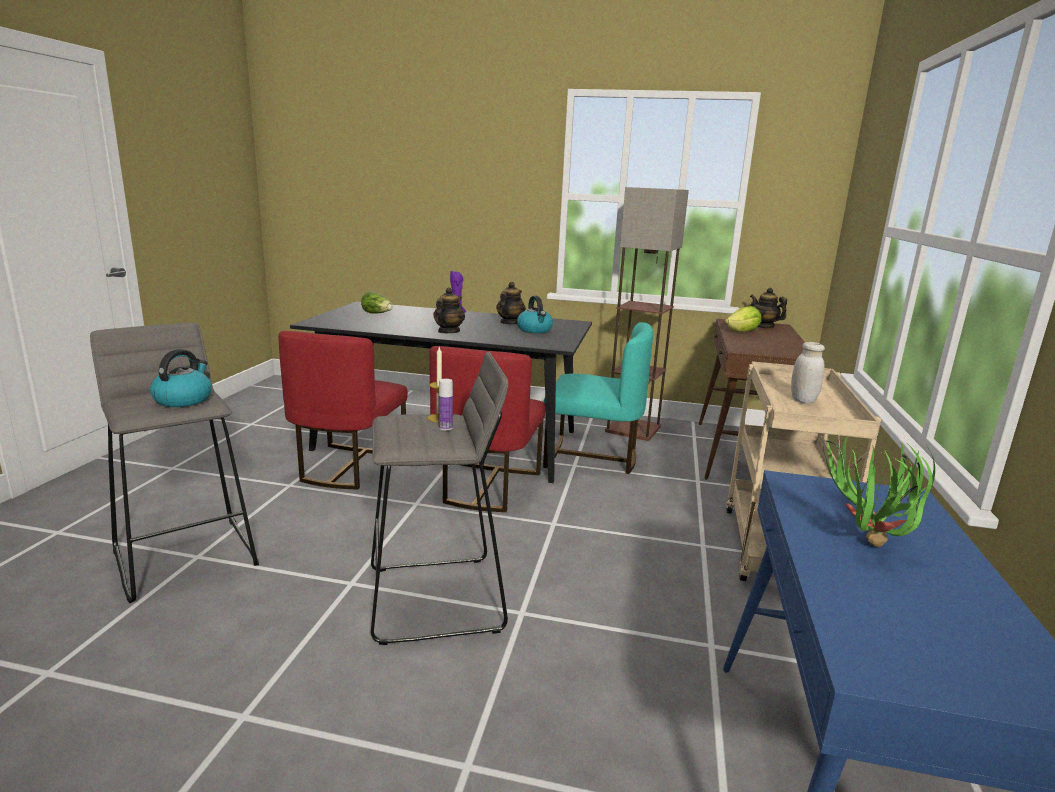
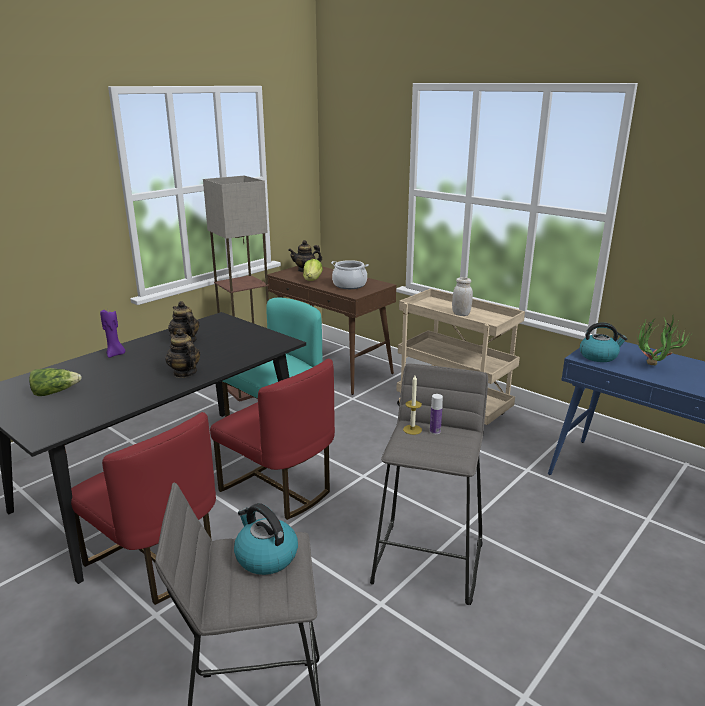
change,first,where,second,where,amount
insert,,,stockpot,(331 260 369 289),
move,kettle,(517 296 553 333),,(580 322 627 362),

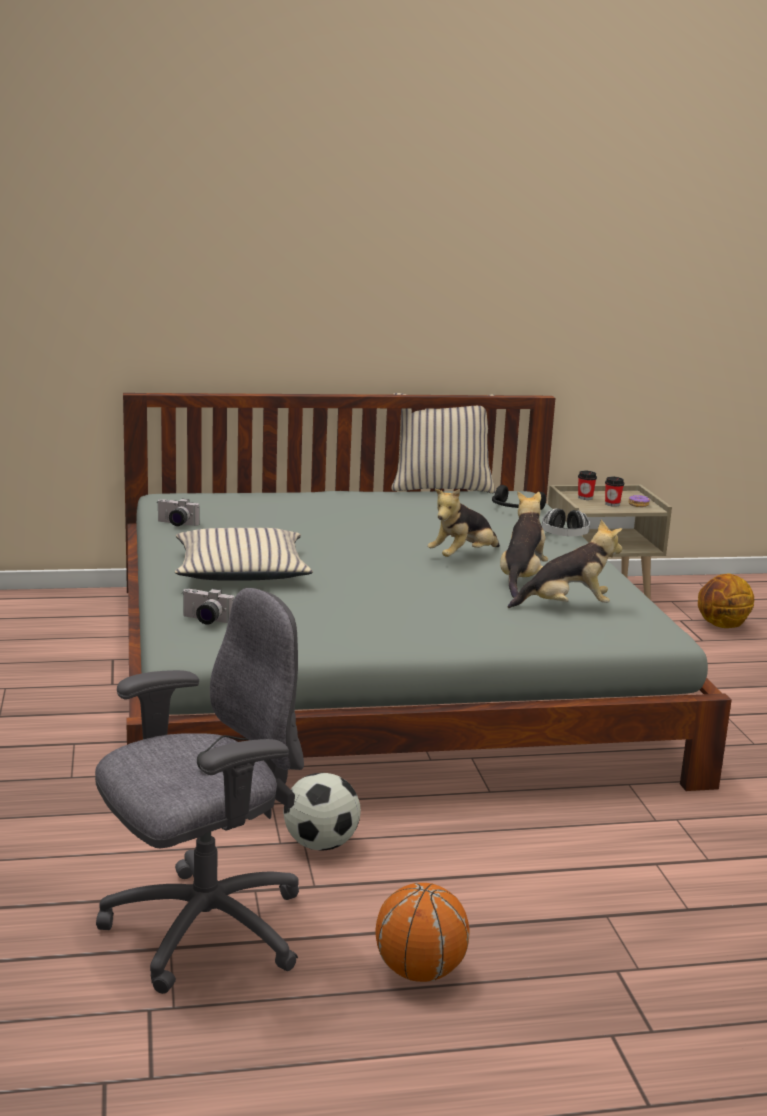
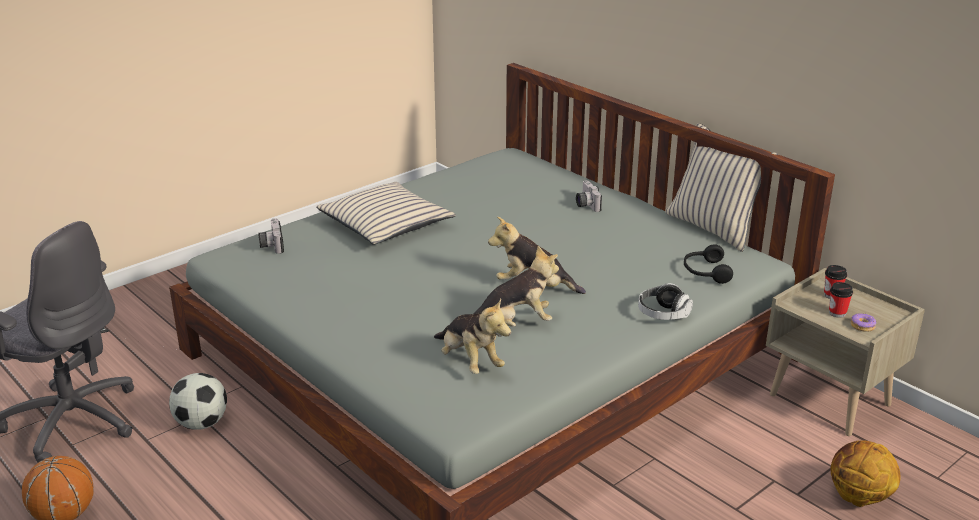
change,first,where,second,where,amount
move,photo camera,(158 499 200 526),,(576 180 602 212),

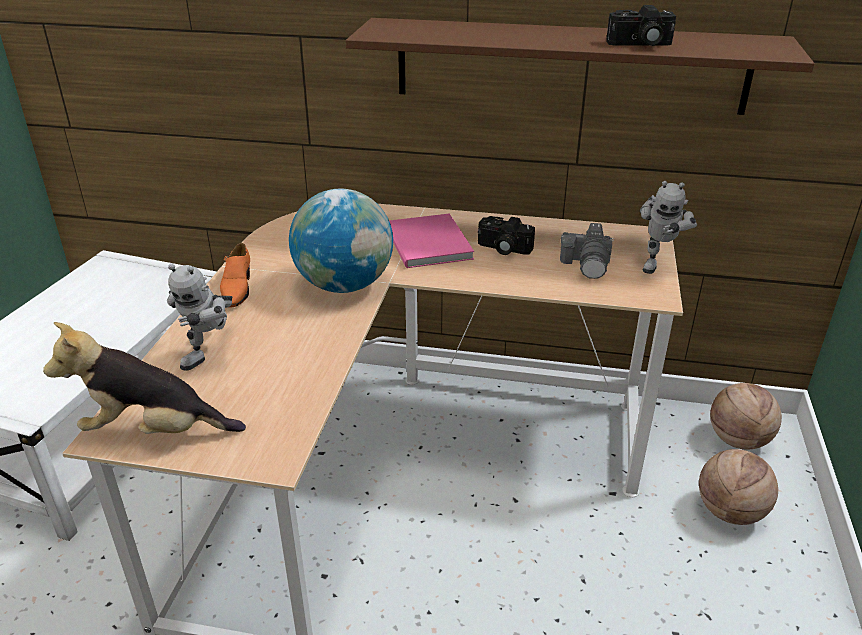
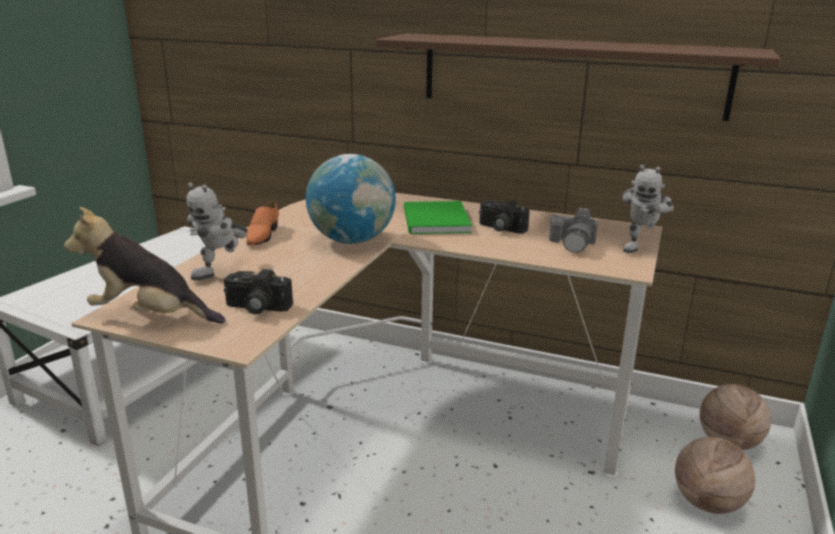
change,first,where,second,where,amount
move,photo camera,(606 5 676 46),,(224 269 293 314),
recolor,bound book in pink-coloured,(389 213 474 268),bound book in greenish,(404 201 472 234),

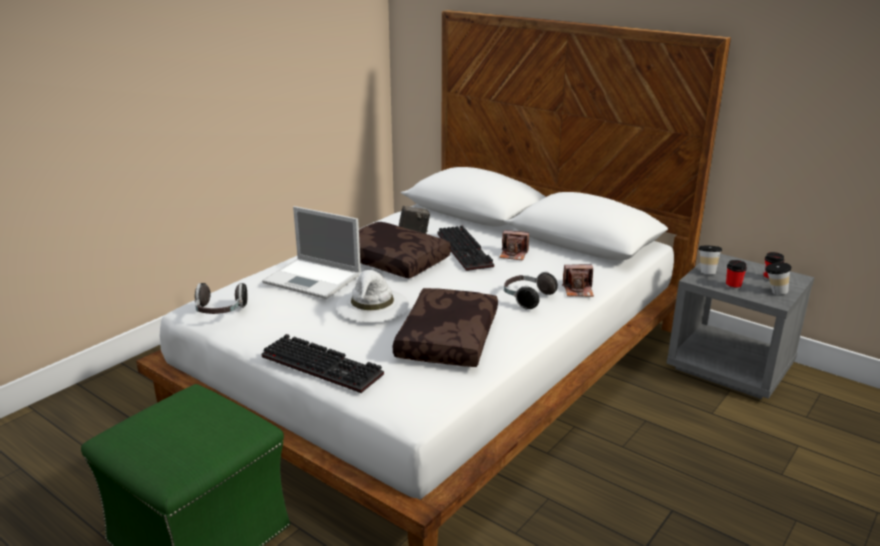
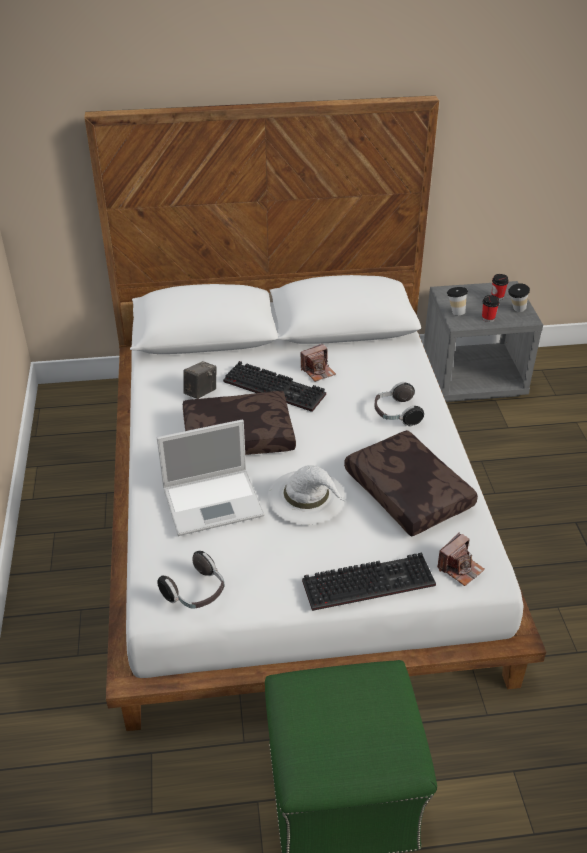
change,first,where,second,where,amount
move,photo camera,(562 264 594 297),,(437 532 485 586),

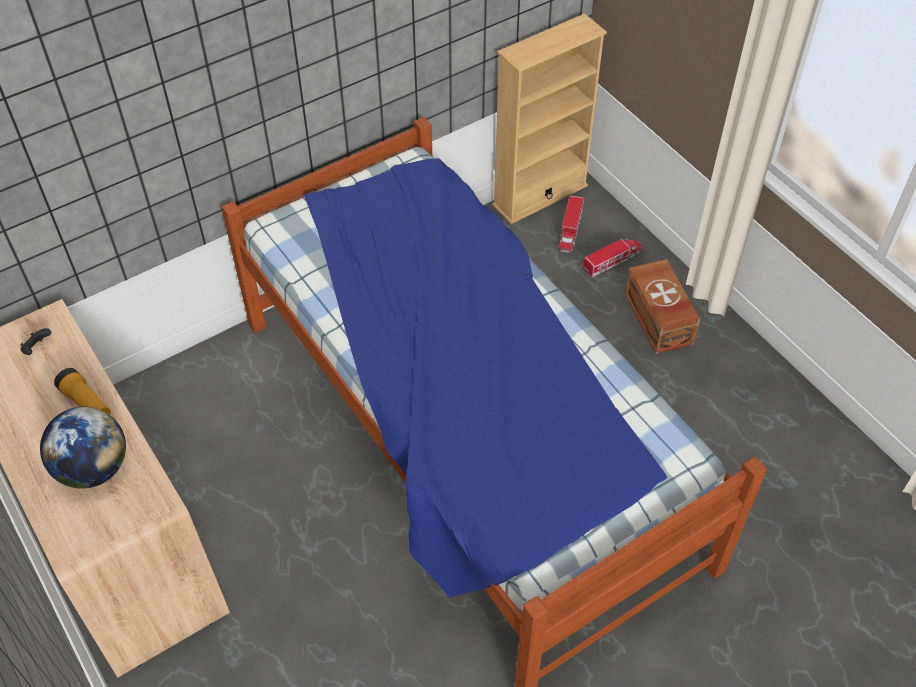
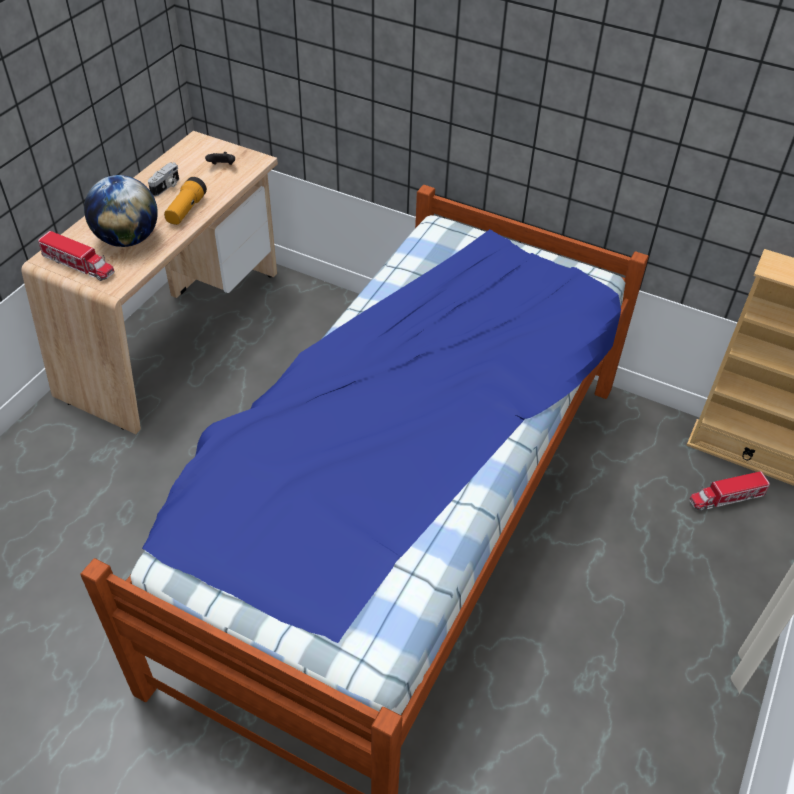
change,first,where,second,where,amount
move,toy truck,(582 238 642 278),,(38 231 114 281),
insert,,,photo camera,(148 162 179 197),
delete,storage container in brownish,(625 259 700 354),,,

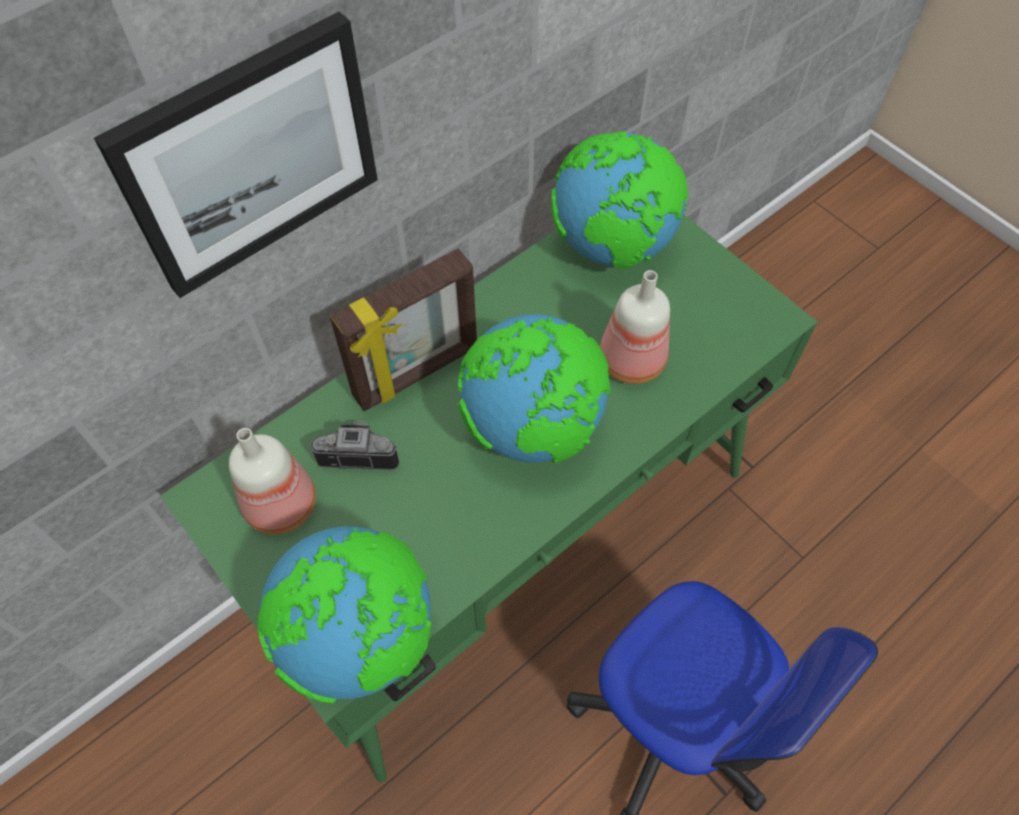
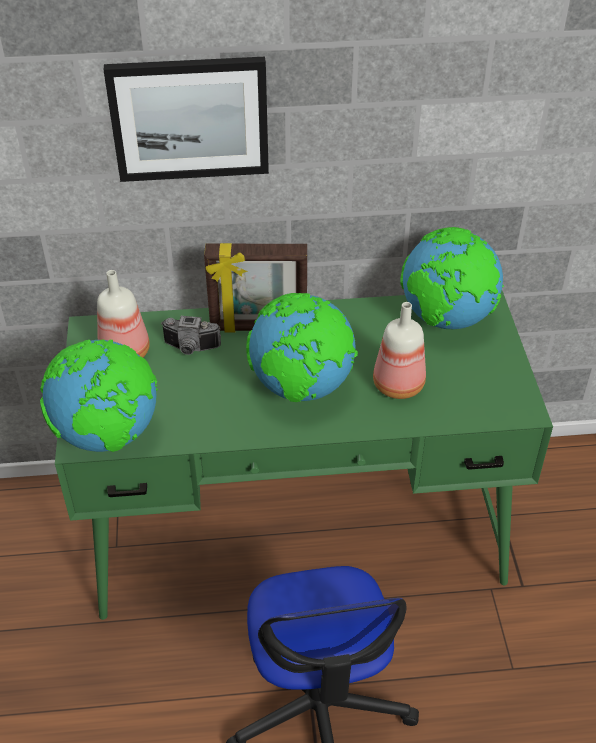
change,first,where,second,where,amount
rotate,photo camera,(309 421 399 470),,(161 316 221 355),150 degrees clockwise

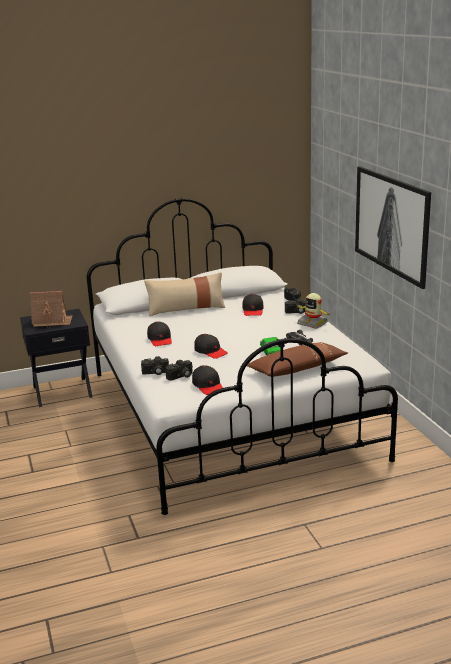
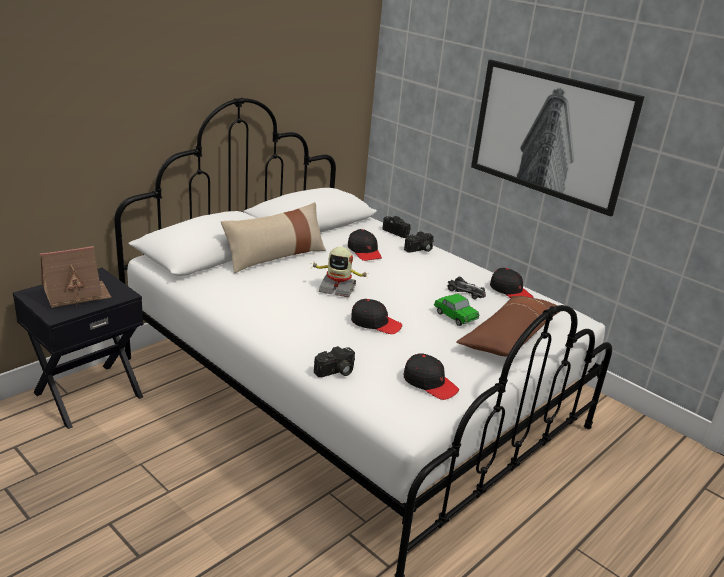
change,first,where,second,where,amount
move,toy robot,(296 293 330 329),,(311 247 368 297),
move,peaked cap in black-coloured,(147 322 172 346),,(490 268 533 298),
delete,photo camera,(165 360 193 381),,,

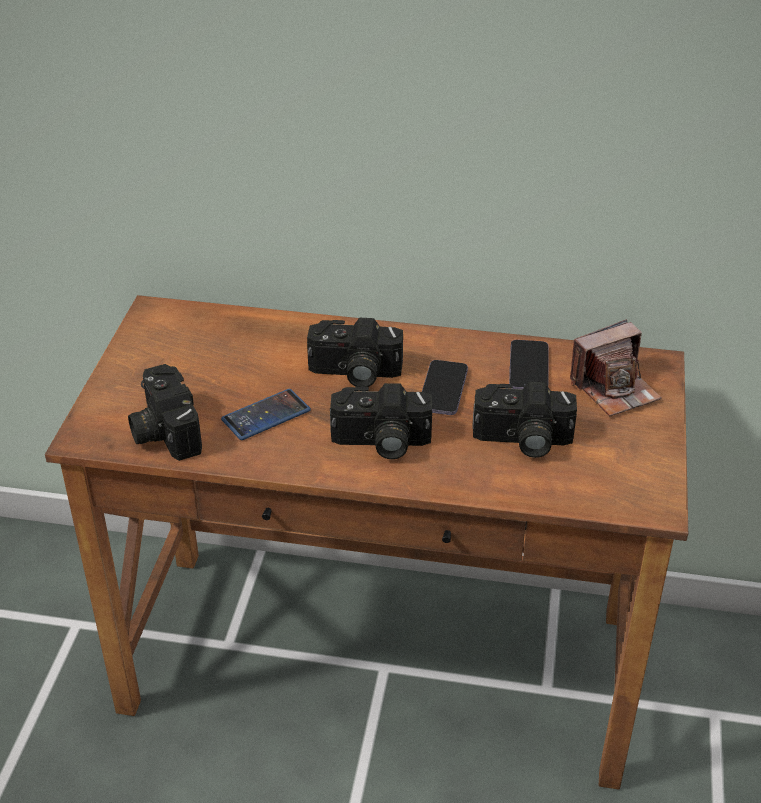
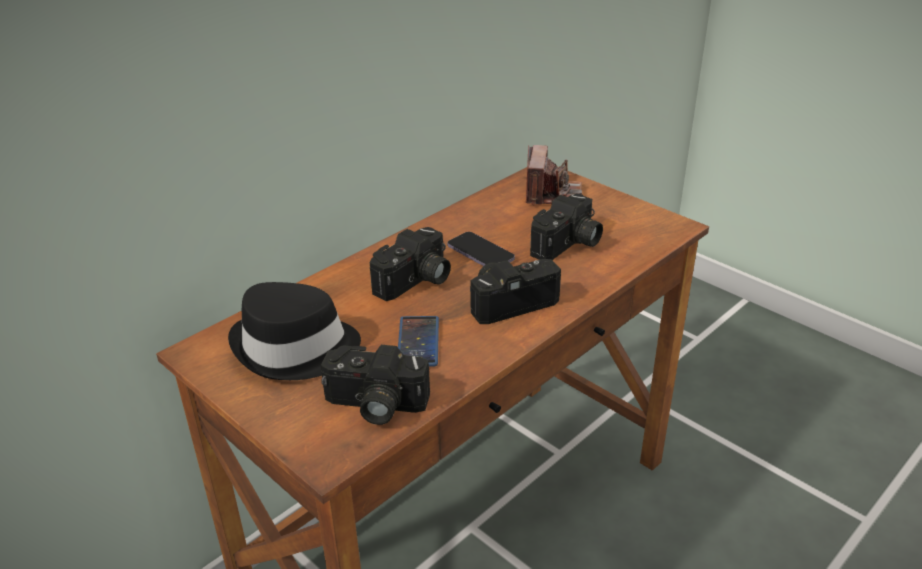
change,first,where,second,where,amount
insert,,,clothing hat in black-coloured,(228 282 361 380),
rotate,photo camera,(330 383 432 459),,(470 259 561 324),150 degrees counterclockwise
delete,handset,(509 340 549 389),,,

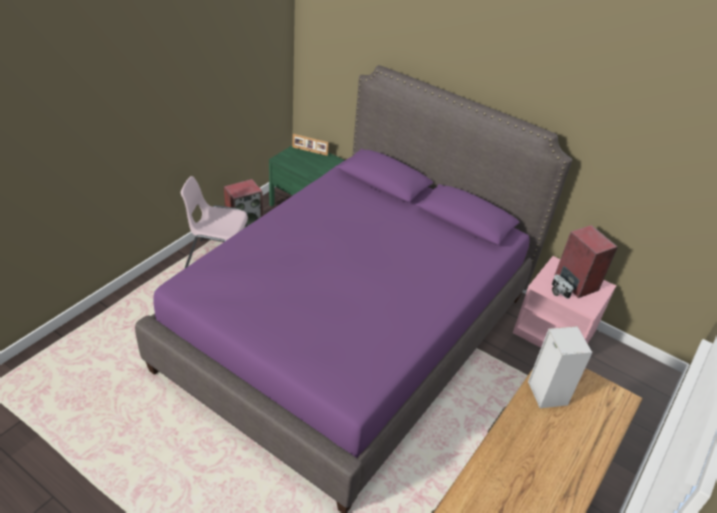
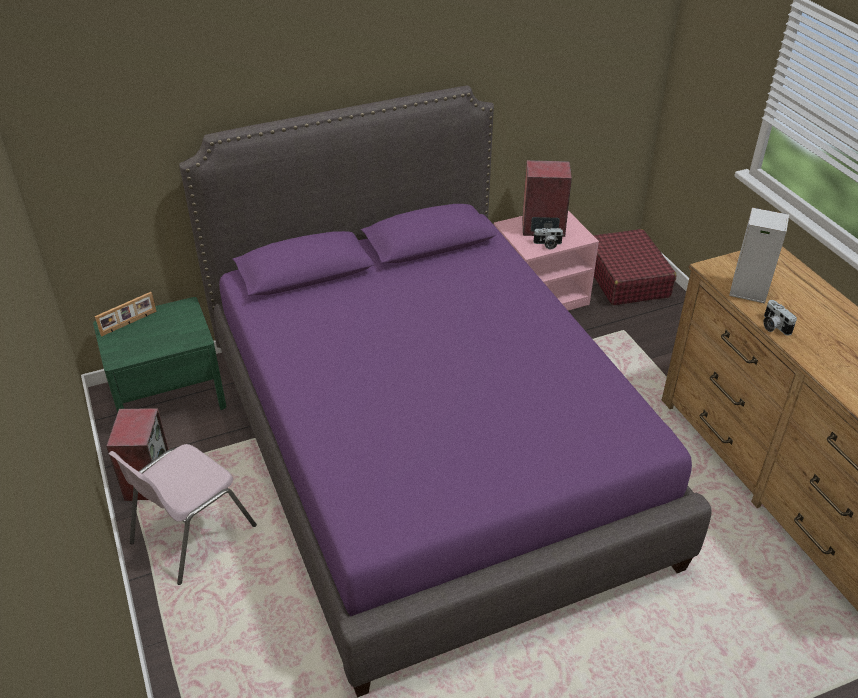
change,first,where,second,where,amount
insert,,,suitcase in red-coloured,(593 229 676 305),
insert,,,photo camera,(763 300 797 336),

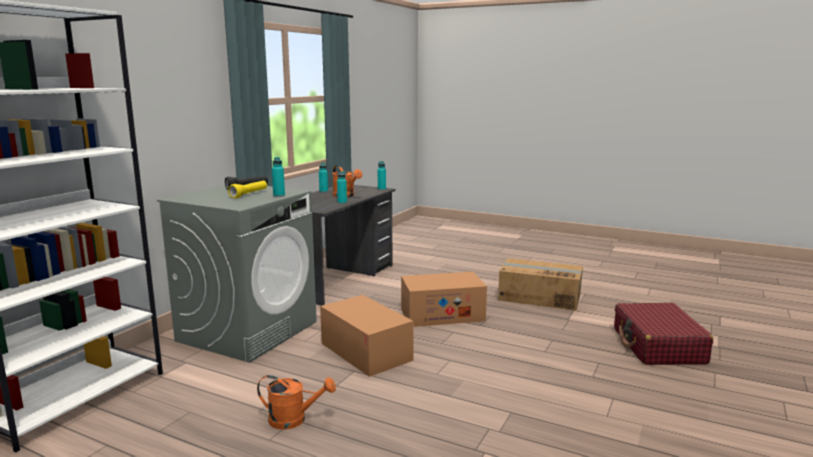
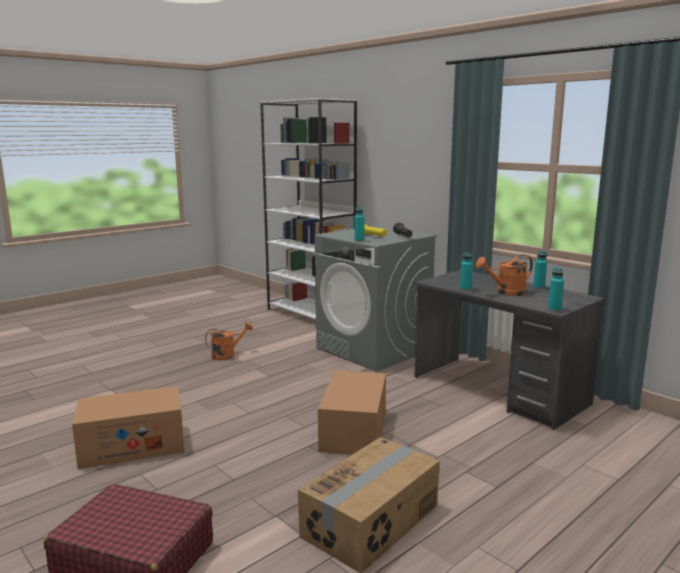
change,first,where,second,where,amount
move,cardboard box,(320 295 414 377),,(72 386 184 469),
rotate,watering can in orange-coloured,(257 375 336 430),,(205 322 253 361),150 degrees counterclockwise

